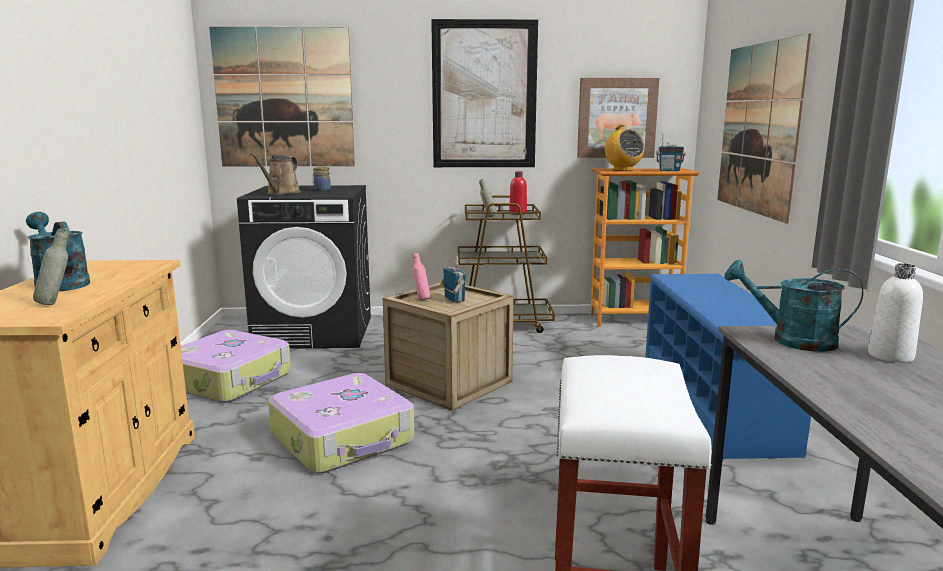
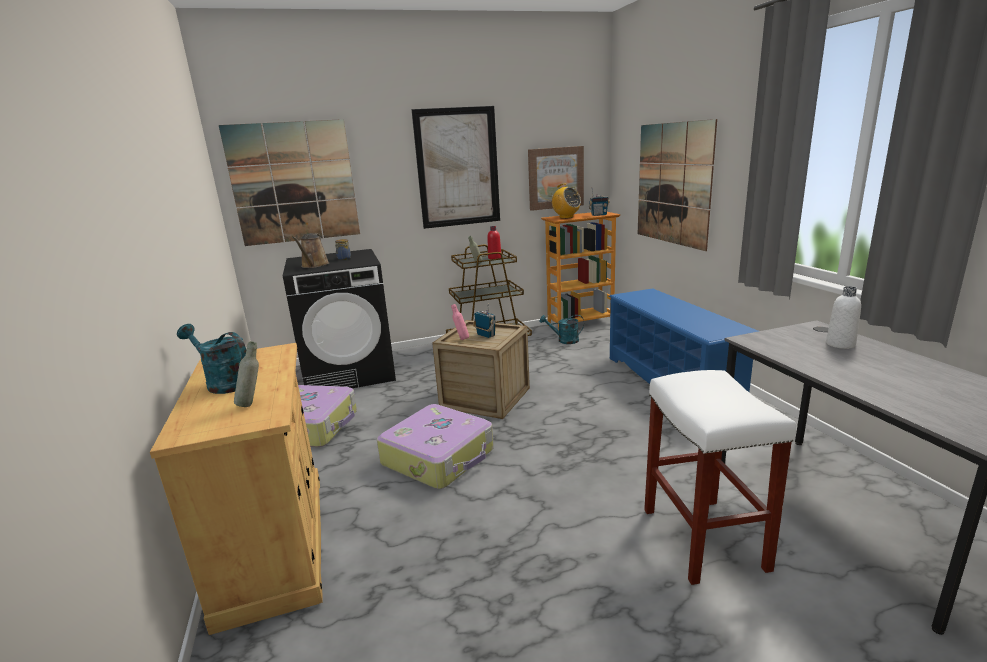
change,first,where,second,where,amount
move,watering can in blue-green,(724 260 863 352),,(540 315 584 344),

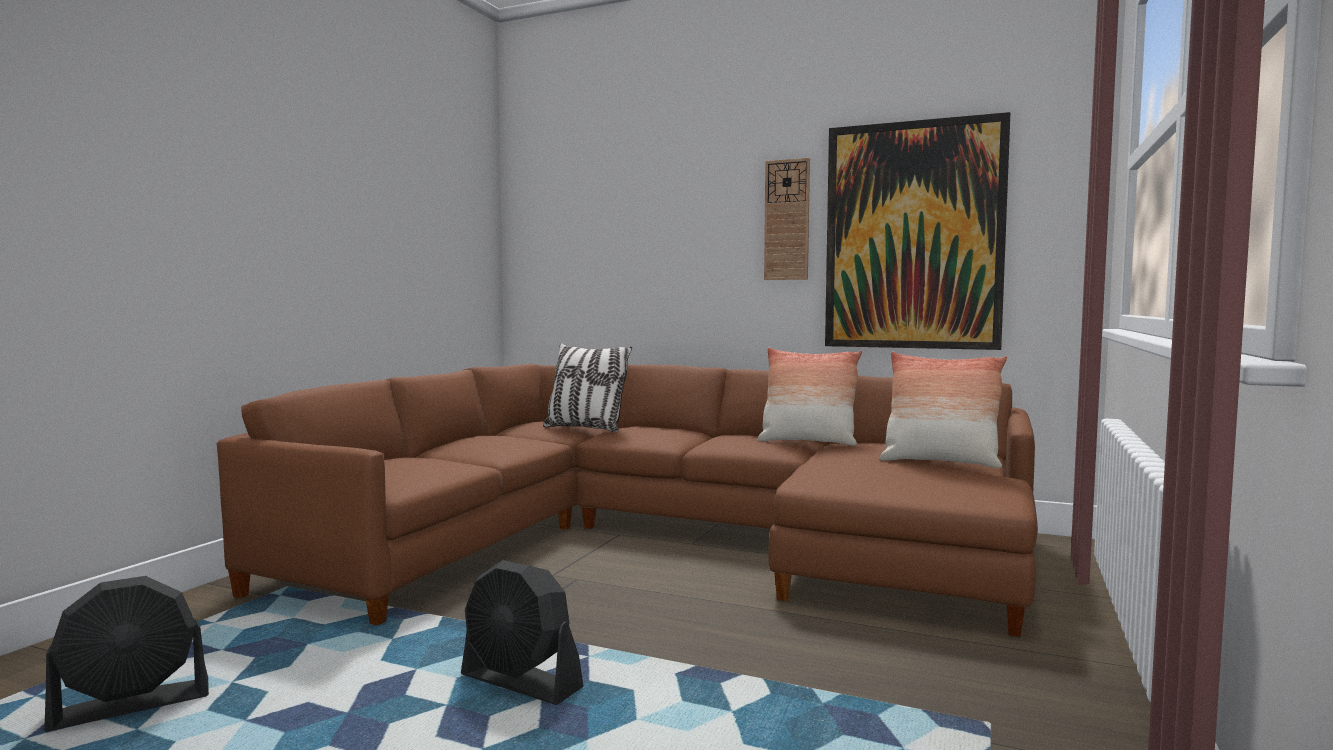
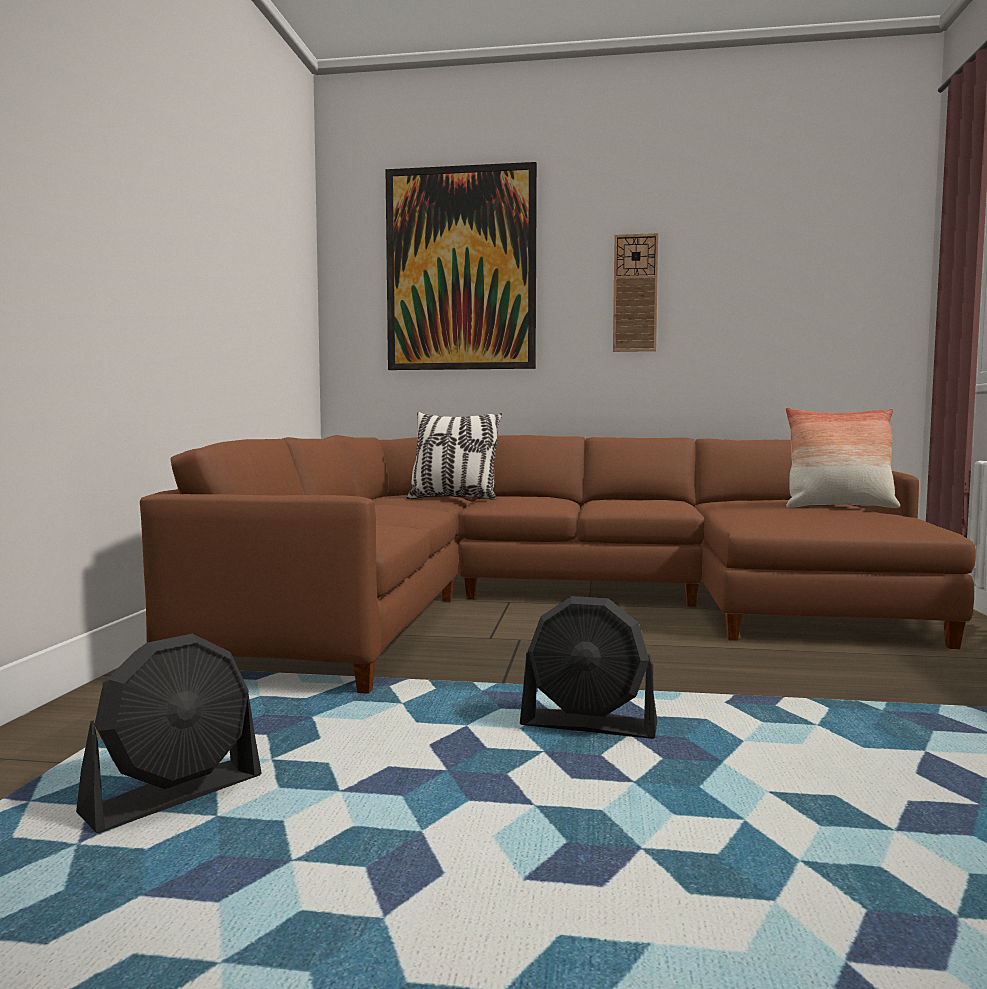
change,first,where,second,where,amount
move,wall art,(825 112 1011 350),,(386 162 537 370),
delete,cushion,(757 348 862 446),,,

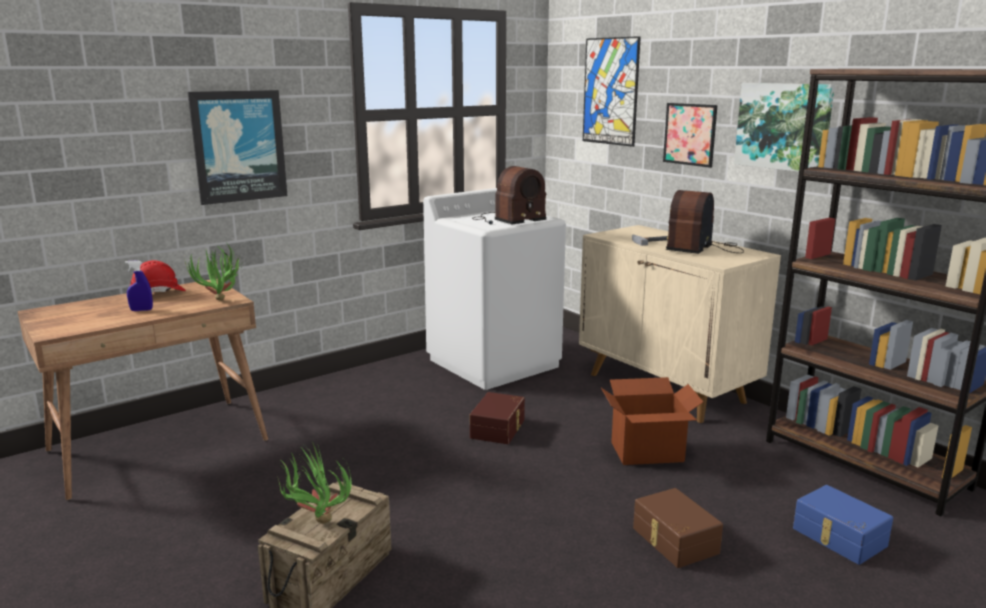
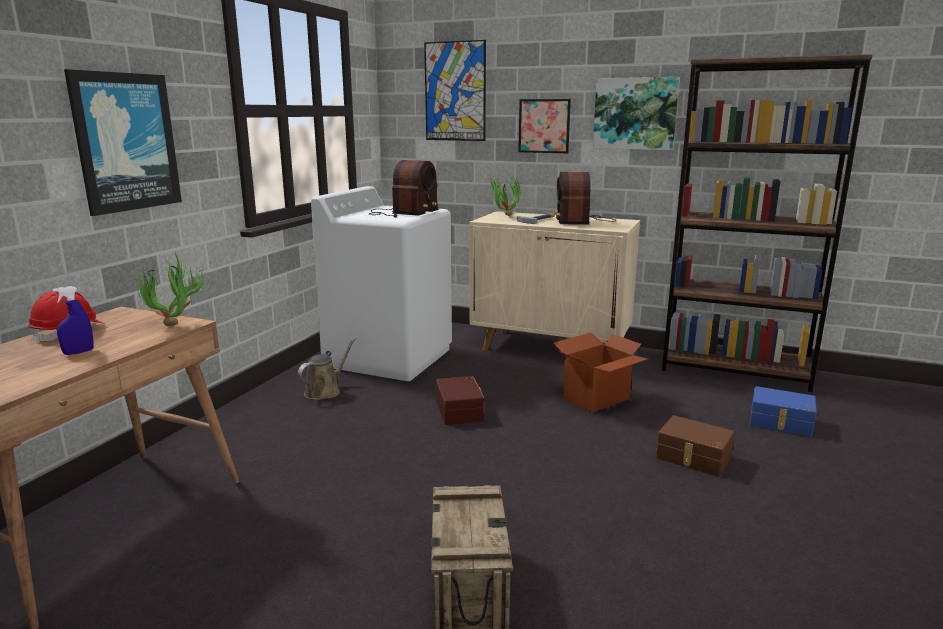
change,first,where,second,where,amount
insert,,,watering can in brownish,(298 337 357 400),
move,plant in a pot,(277 442 352 524),,(488 174 521 216),

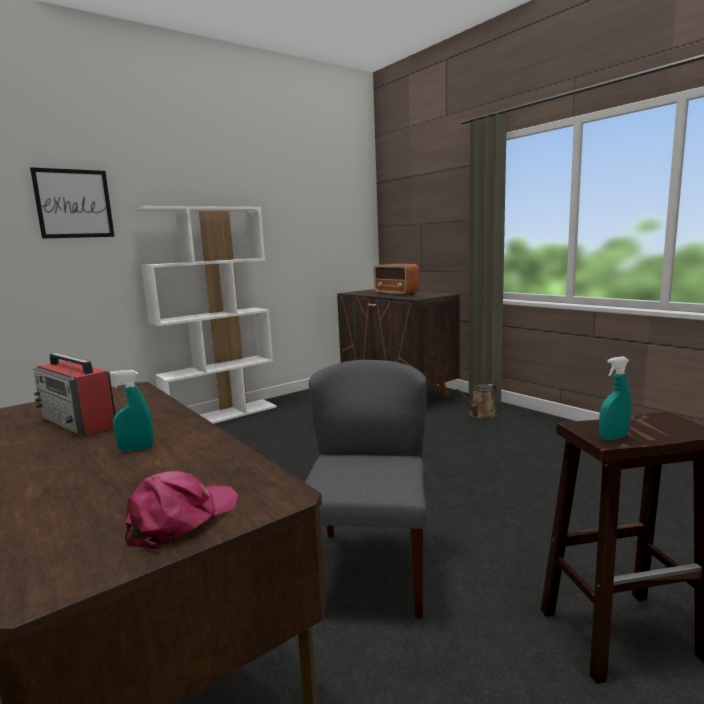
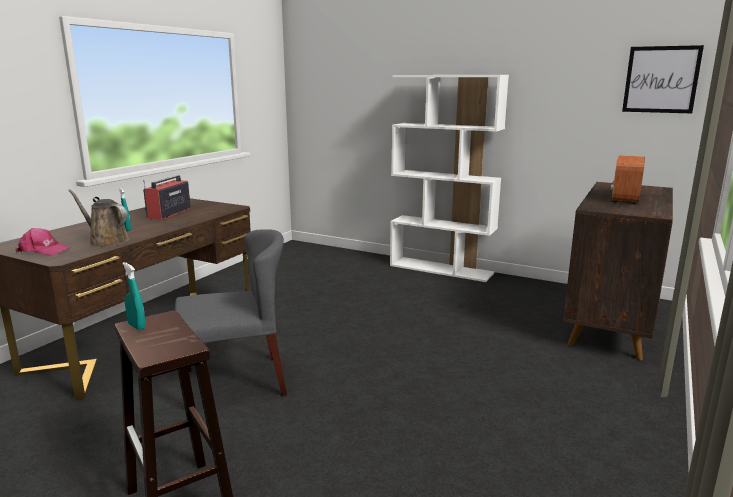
change,first,where,second,where,amount
move,watering can in brownish,(456 384 497 418),,(68 189 129 247),
move,wall art,(30 167 115 239),,(622 45 704 113),

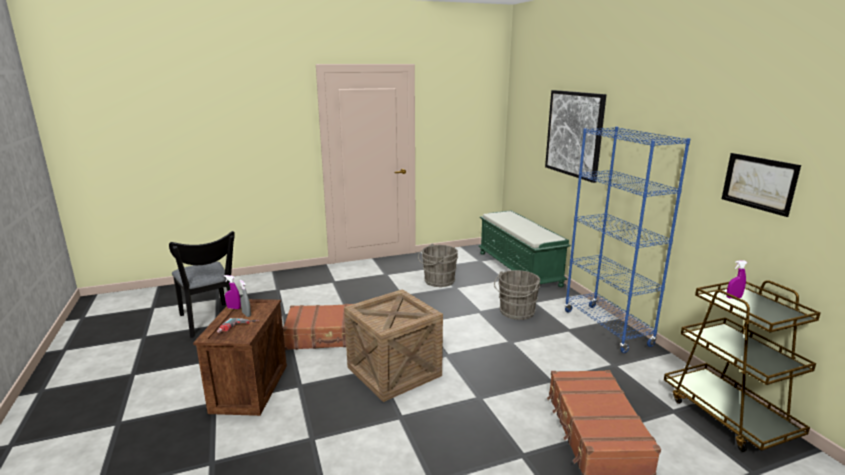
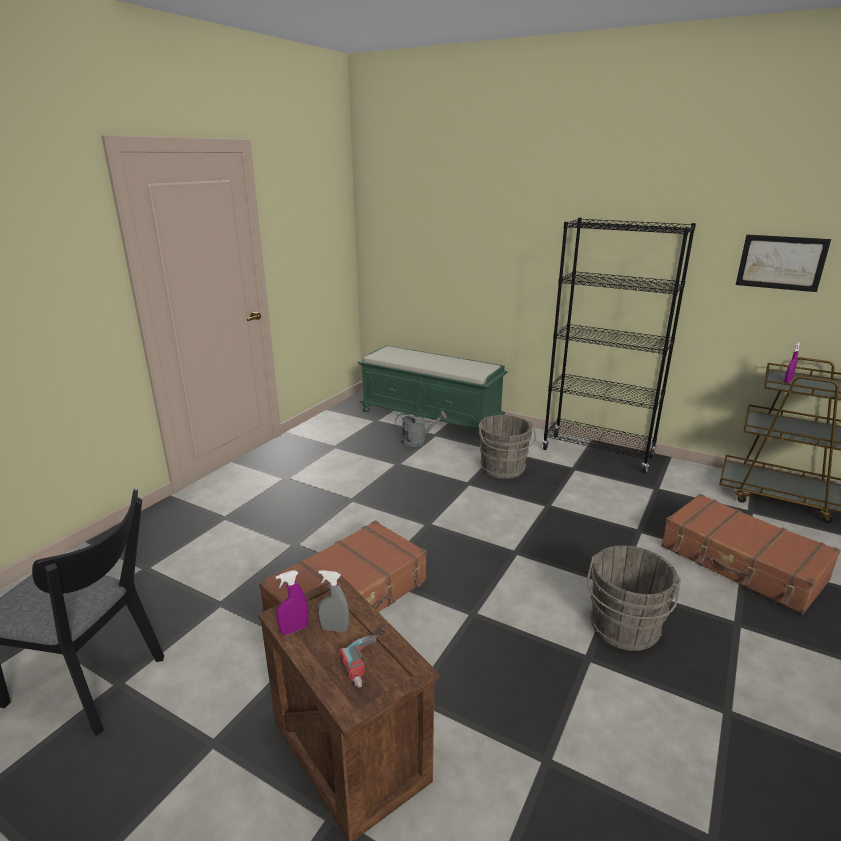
change,first,where,second,where,amount
insert,,,watering can in grey,(395 411 447 447),
recolor,shelving unit in blue,(564 127 690 353),shelving unit in black-coloured,(542 218 696 473),
move,bucket in grey,(418 243 458 287),,(587 545 681 651),
delete,shipping crate,(344 289 443 402),,,
delete,wall art,(545 90 606 183),,,

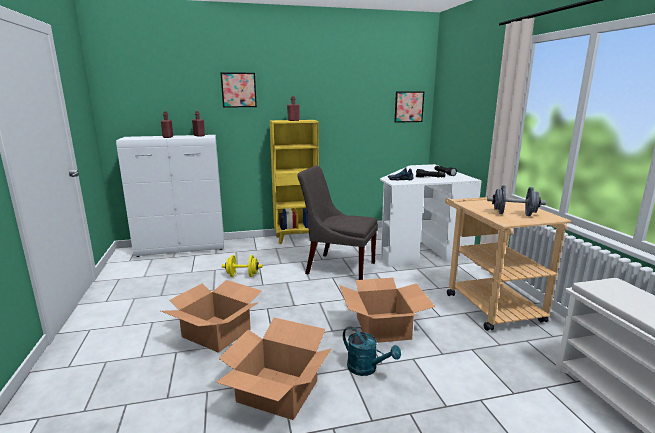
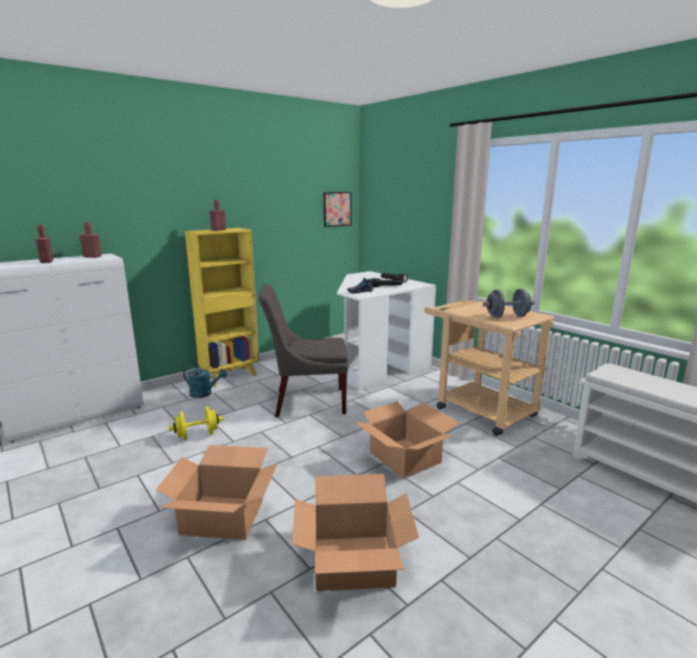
change,first,where,second,where,amount
move,watering can in blue-green,(343 326 401 376),,(183 366 227 398),
delete,wall art,(220 72 257 107),,,

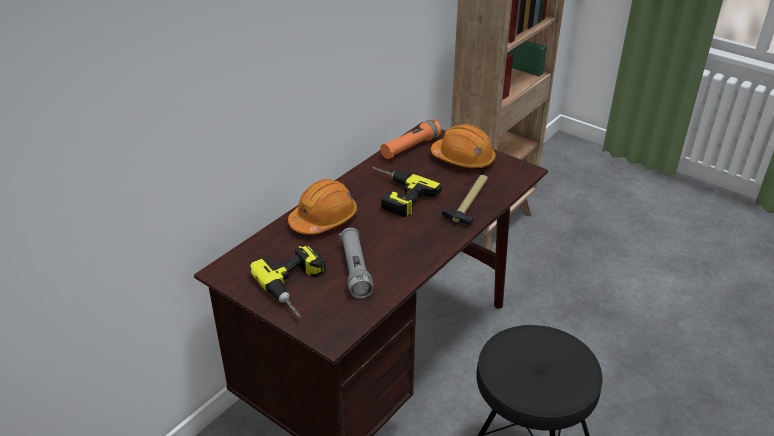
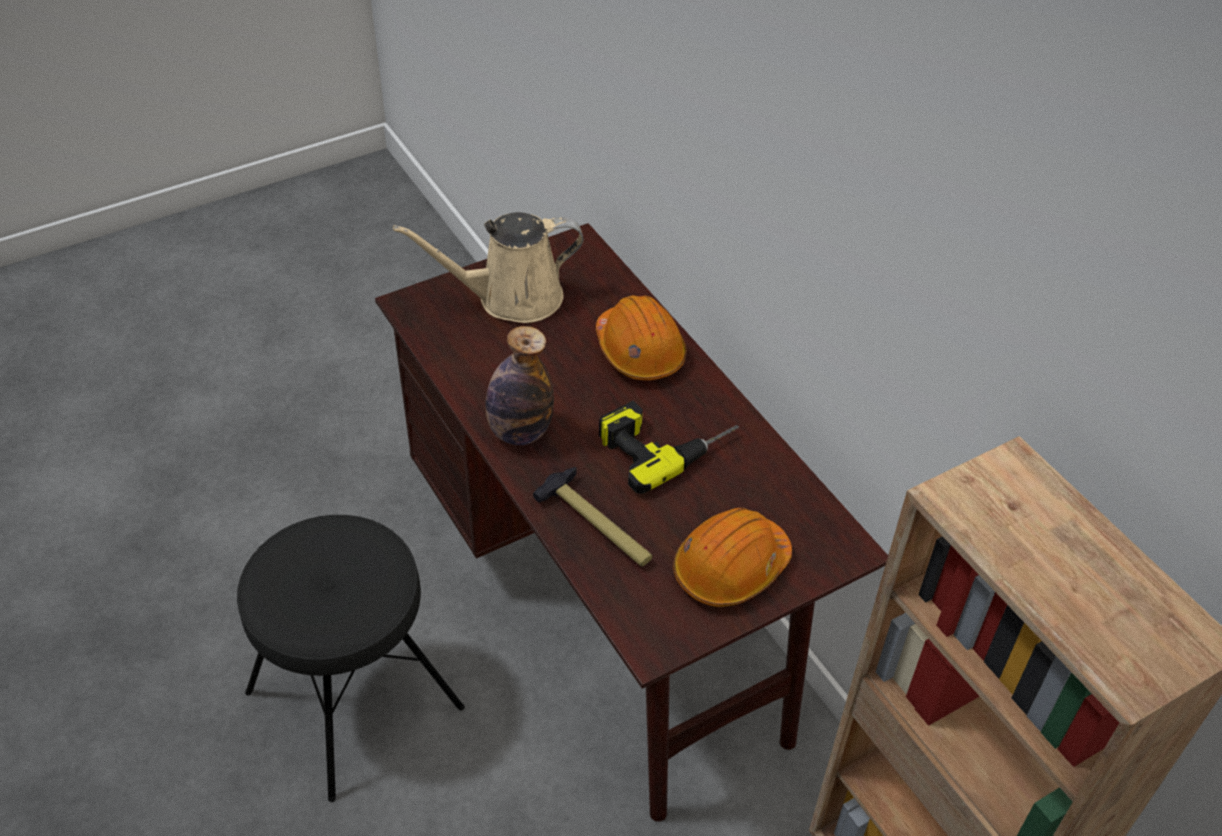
change,first,where,second,where,amount
replace,power drill,(250 245 326 318),watering can in beige,(393 212 583 323),
insert,,,bottle,(485 326 554 445),
delete,hand torch in grey,(339 228 373 299),,,
delete,hand torch in orange-coloured,(380 119 441 159),,,

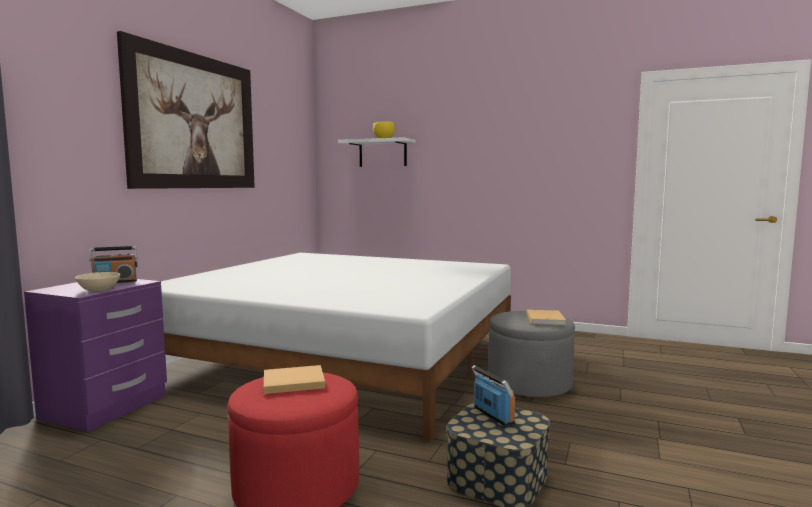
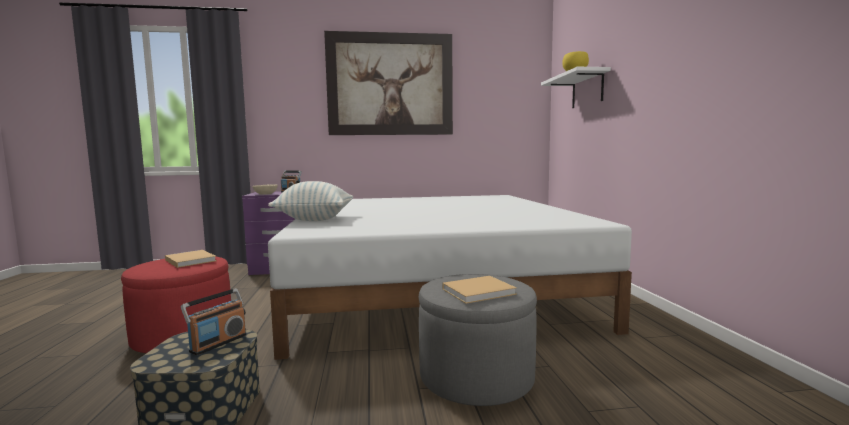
change,first,where,second,where,amount
insert,,,cushion,(268 181 353 221),

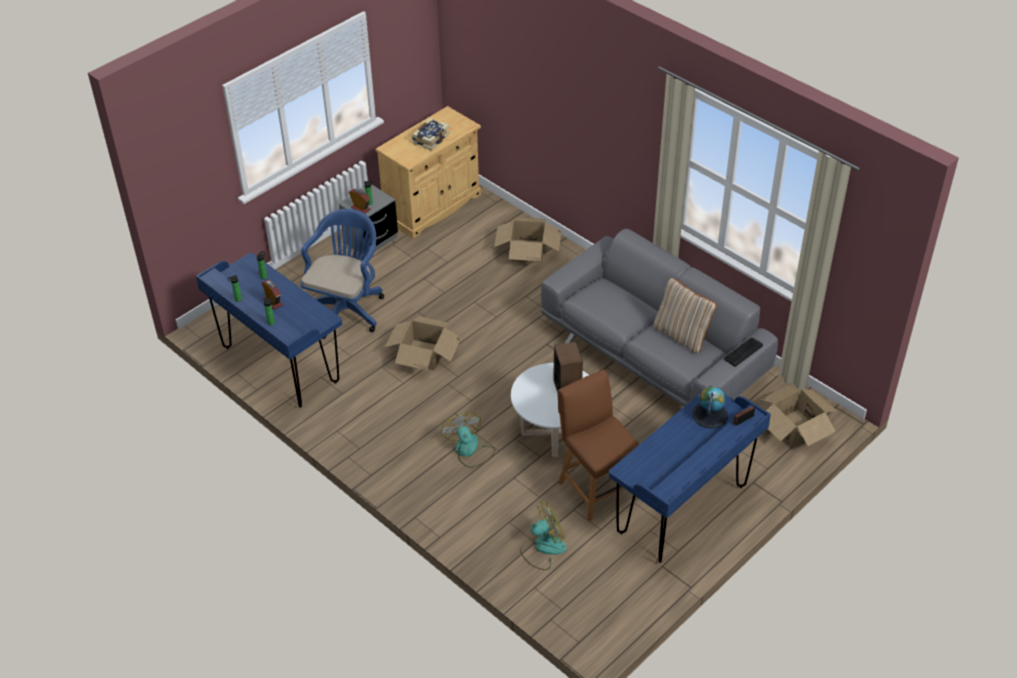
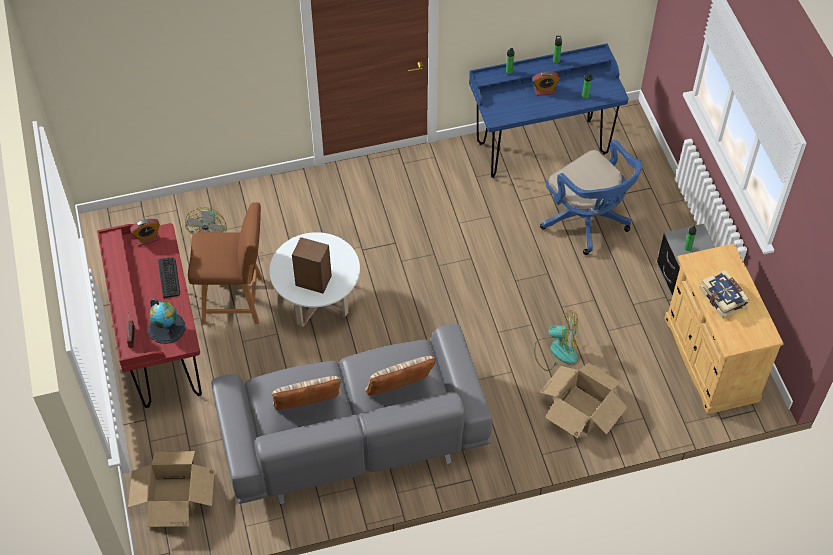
change,first,where,second,where,amount
recolor,desk table in blue,(609 386 771 563),desk table in red-coloured,(97 223 202 408),
move,table clock,(349 189 371 214),,(130 219 160 246),
move,PC keyboard,(724 338 763 367),,(158 258 180 298),
insert,,,cushion in beige,(365 356 435 396),
move,fan,(441 411 495 468),,(534 310 578 371),
delete,cardboard box,(385 316 462 370),,,

